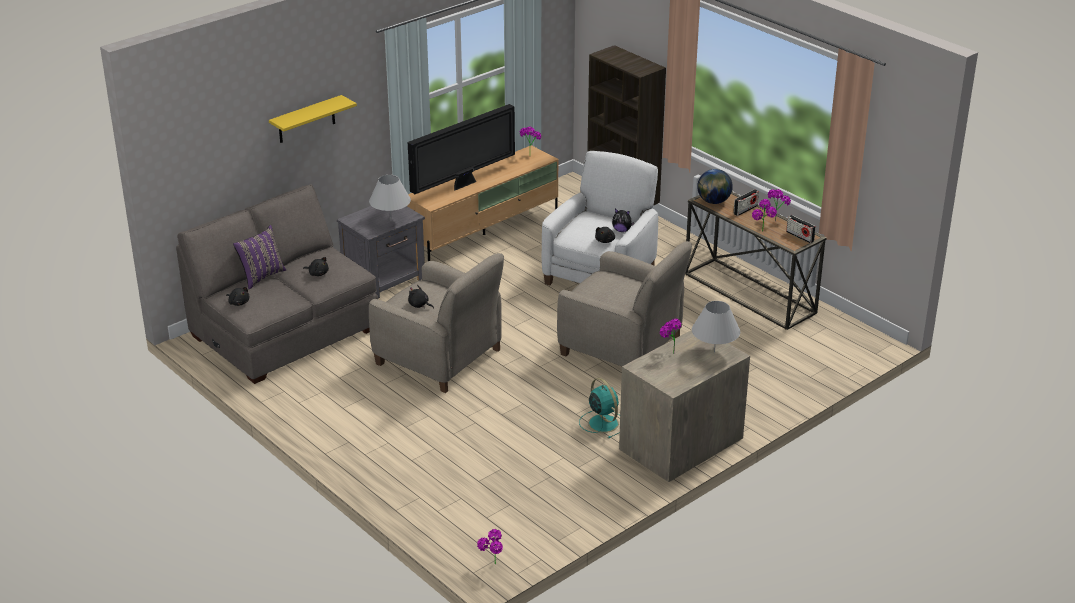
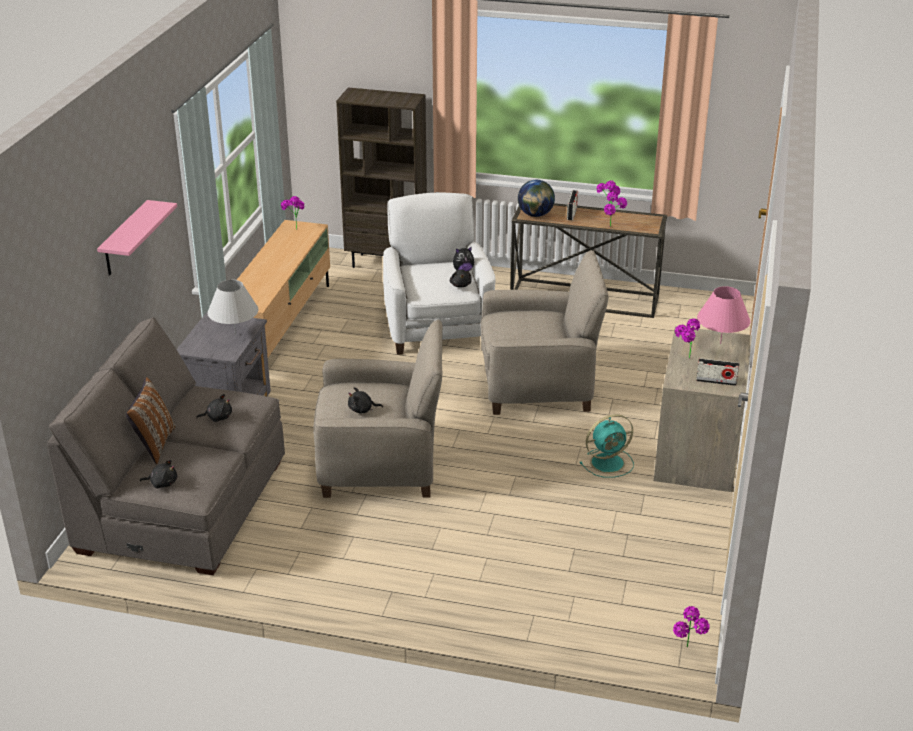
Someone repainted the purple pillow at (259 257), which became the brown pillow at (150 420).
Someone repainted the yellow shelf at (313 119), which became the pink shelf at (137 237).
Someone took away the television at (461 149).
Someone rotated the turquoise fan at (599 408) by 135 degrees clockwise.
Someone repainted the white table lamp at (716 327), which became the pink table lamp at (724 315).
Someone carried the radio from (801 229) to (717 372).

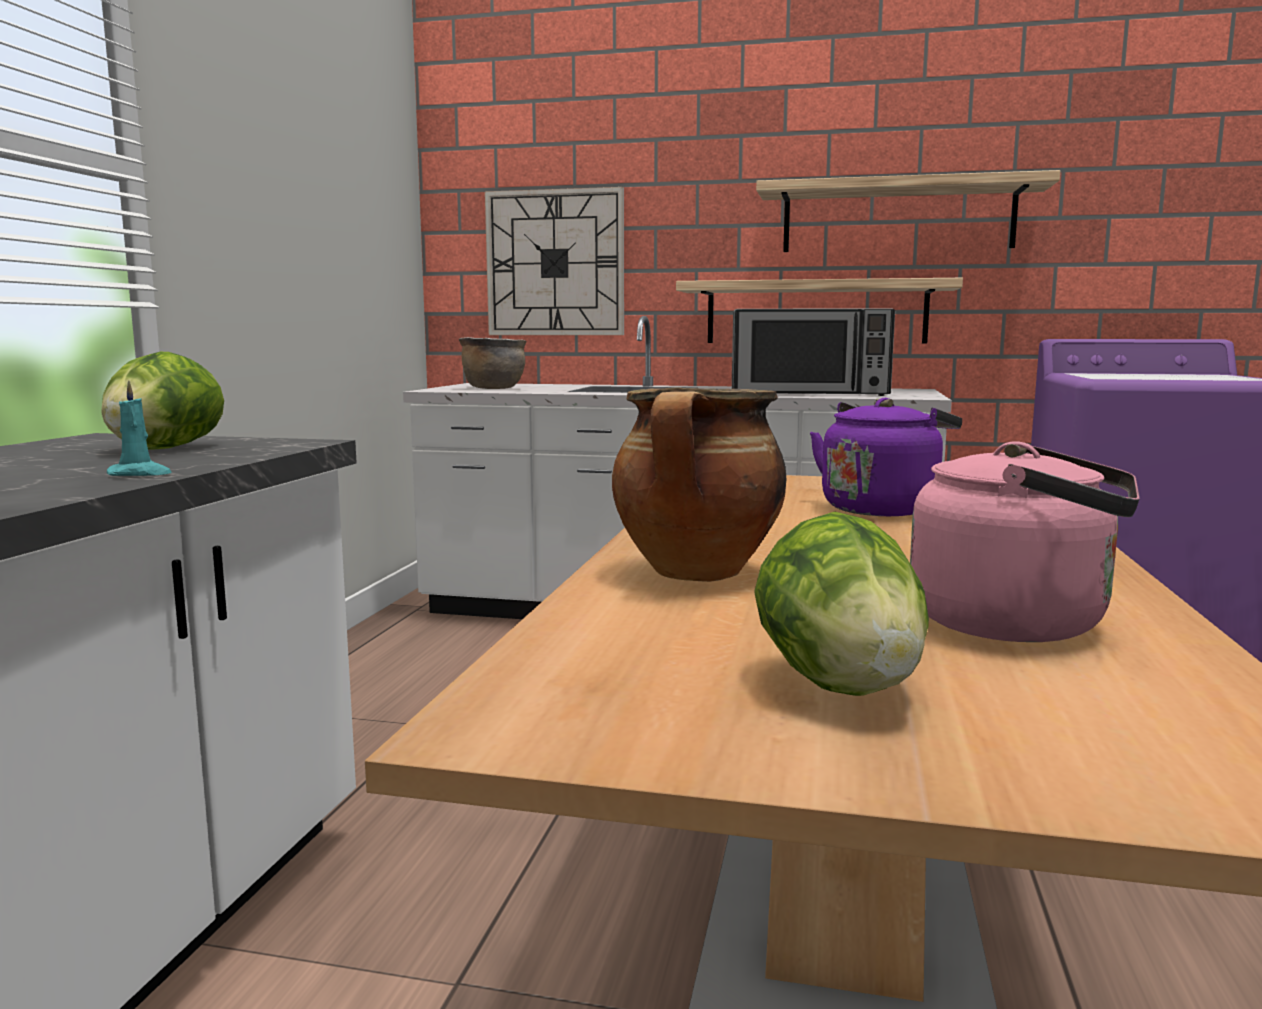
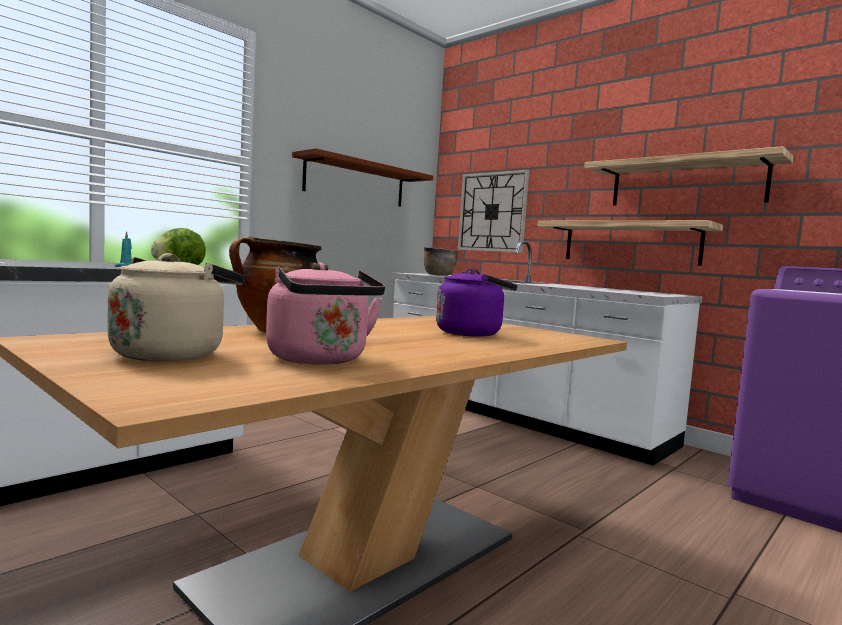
Someone took away the microwave at (813 352).
Someone swapped the lettuce at (841 604) for the beige kettle at (175 307).
Someone put up the brown shelf at (362 177).

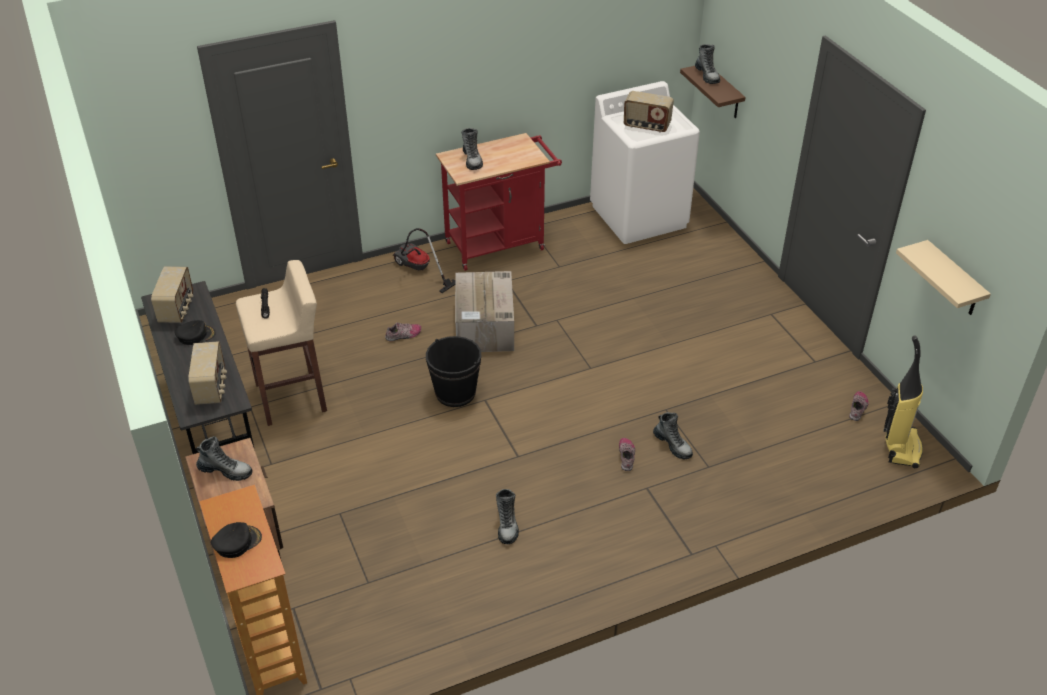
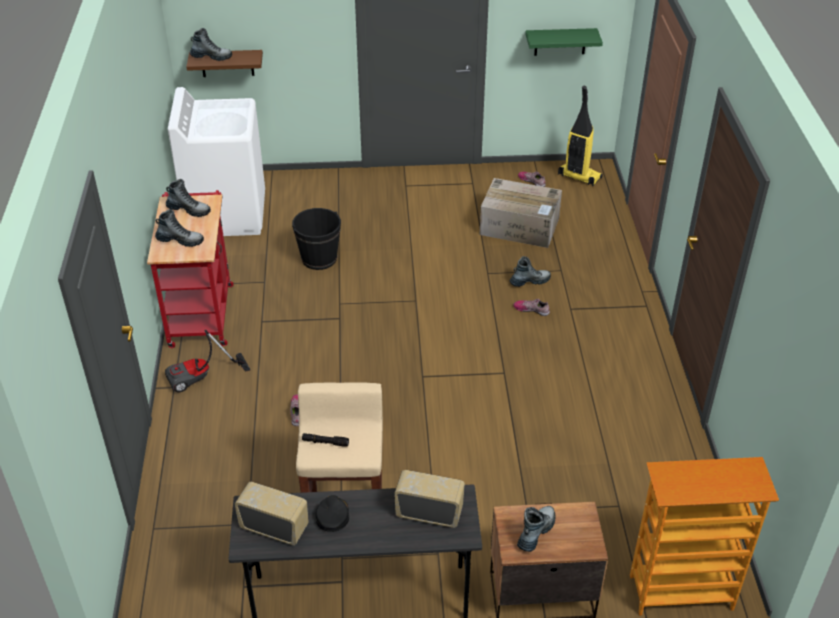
Someone took away the black cap at (236 540).
Someone carried the black bucket from (453 371) to (316 239).
Someone carried the cardboard box from (484 311) to (521 213).
Someone carried the boot from (507 516) to (188 198).
Someone took away the radio at (649 112).
Someone repainted the beige shelf at (943 277), which became the green shelf at (564 42).

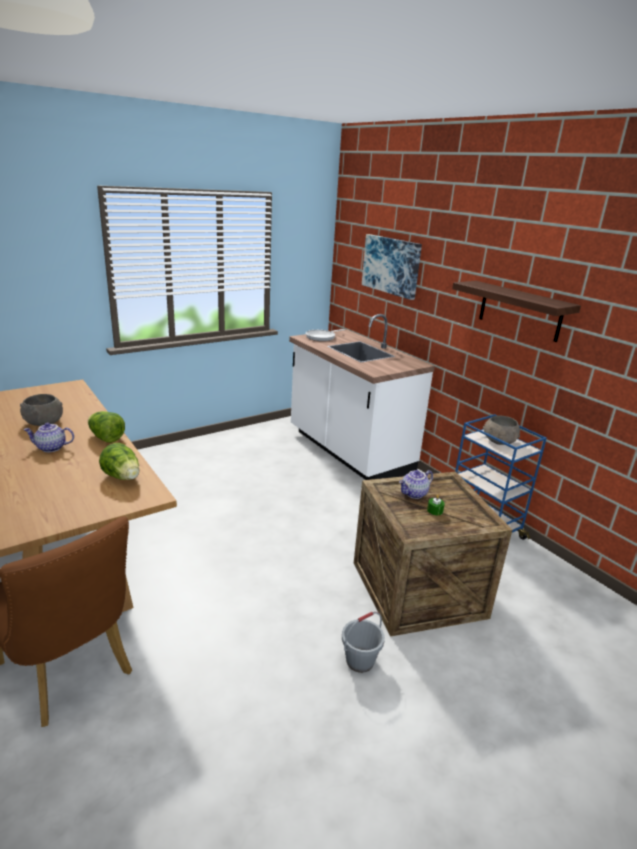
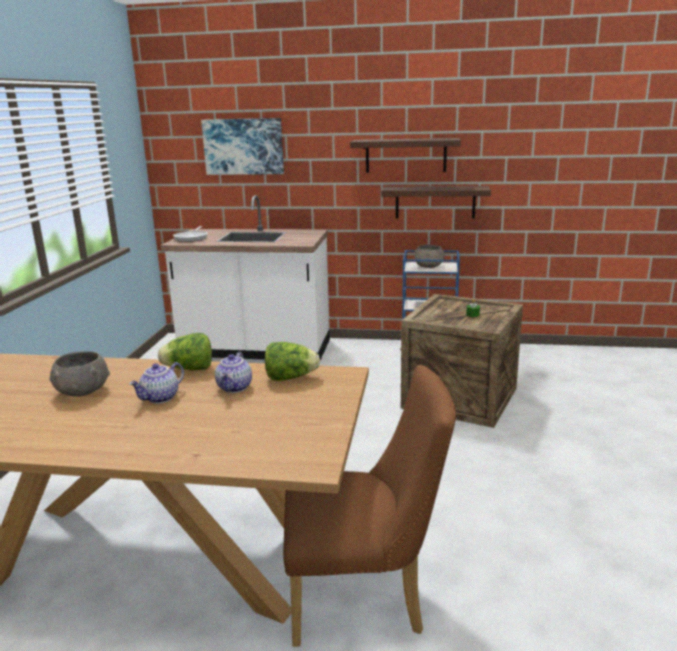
Someone took away the grey bucket at (363 642).
Someone carried the teapot from (416 484) to (233 372).
Someone put up the shelf at (436 202).

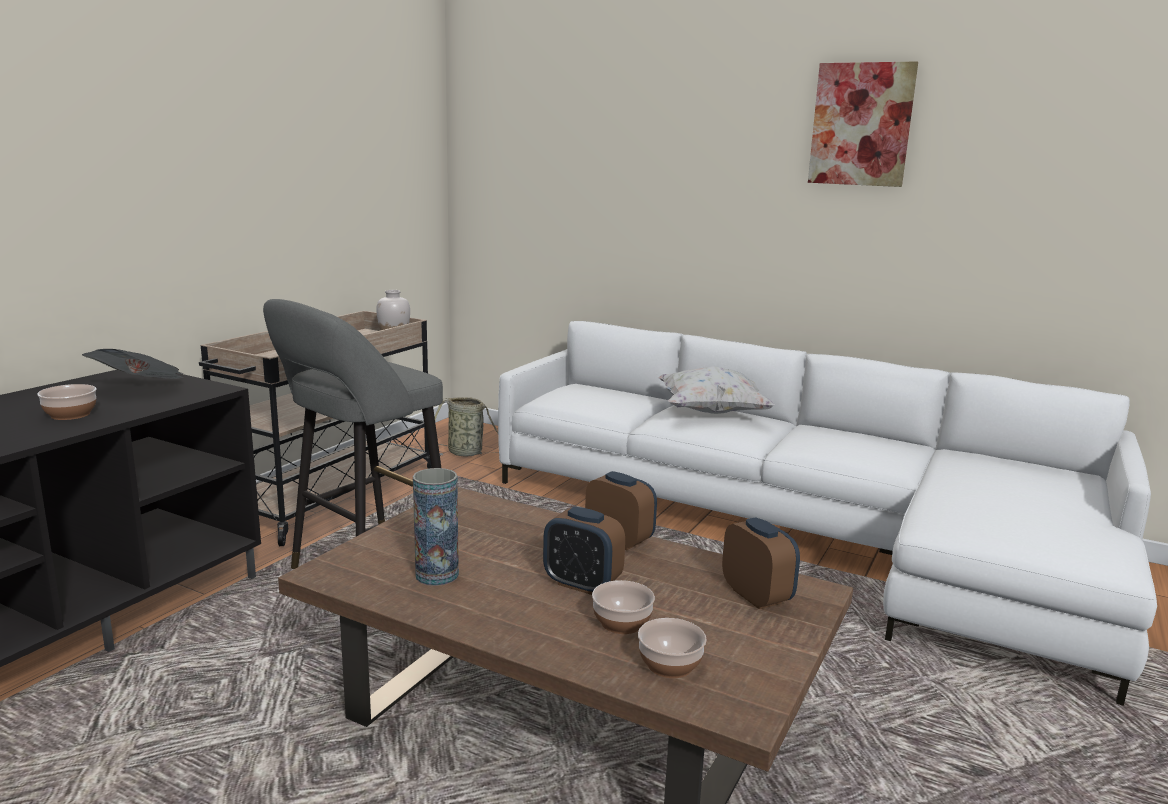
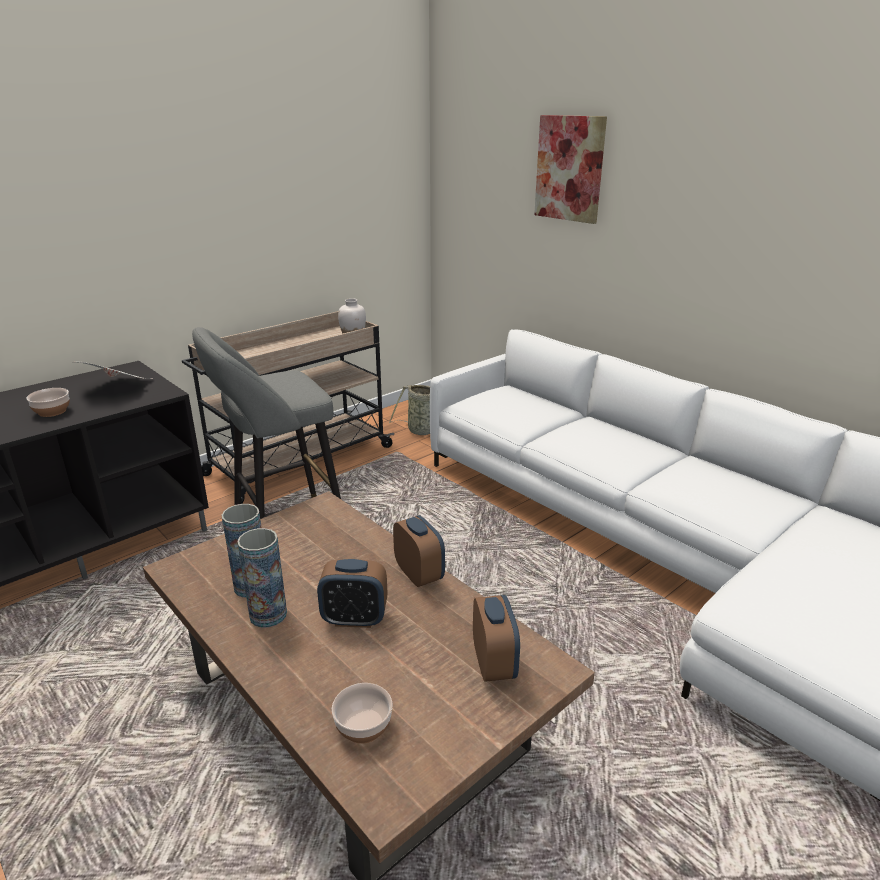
Someone rotated the alarm clock at (584 551) by 45 degrees counterclockwise.
Someone took away the bowl at (623 607).
Someone took away the white pillow at (716 390).
Someone carried the picture from (863 124) to (570 169).
Someone put down the vase at (262 578).

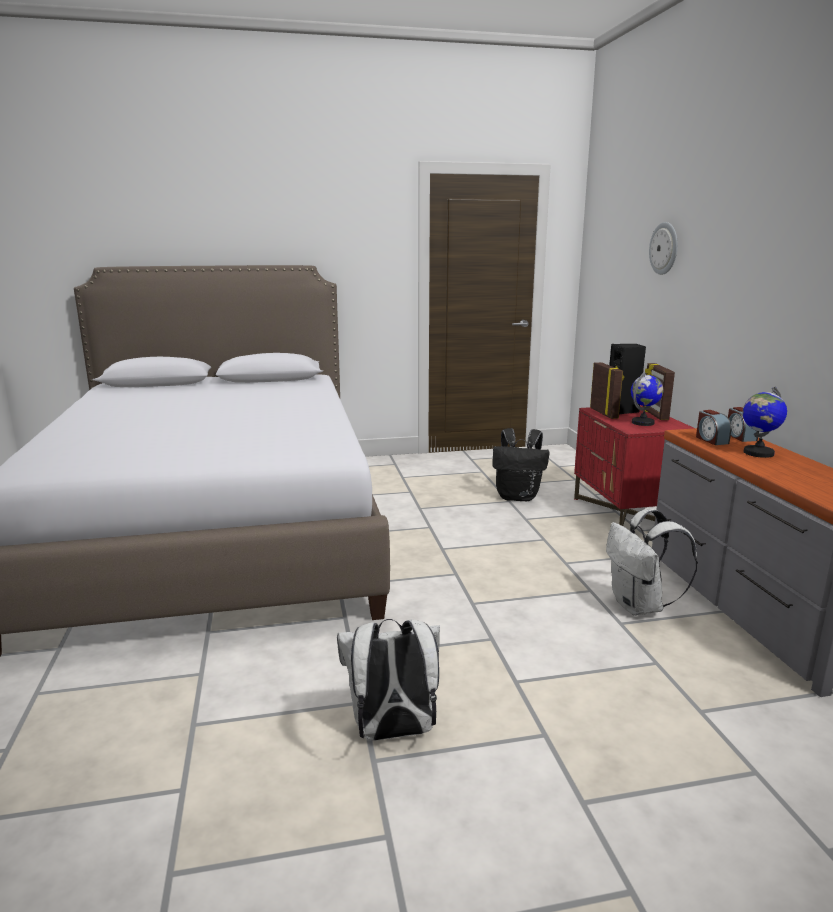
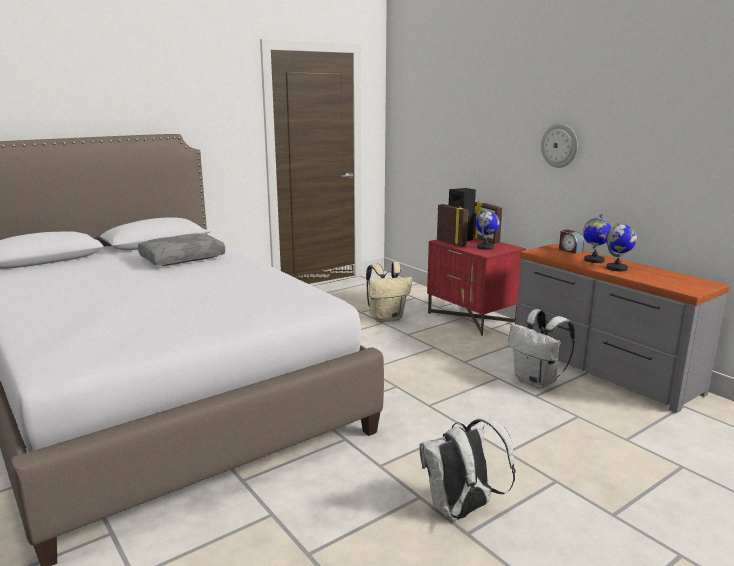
Someone repainted the black backpack at (520 464), which became the beige backpack at (389 292).
Someone carried the wall clock from (663 248) to (559 146).
Someone took away the alarm clock at (714 427).
Someone put down the grey pillow at (181 249).
Someone put down the globe at (621 246).

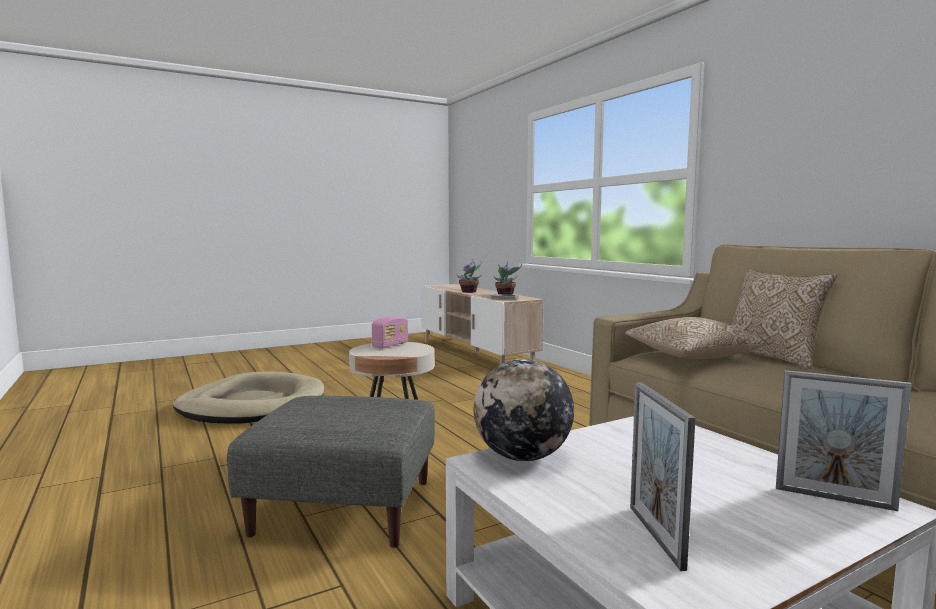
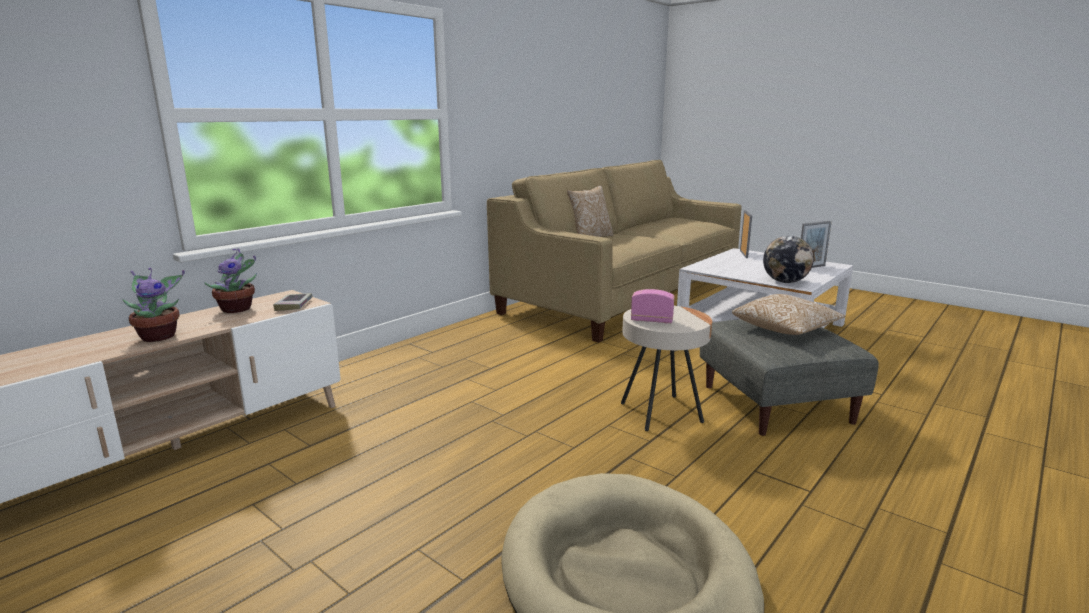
Someone carried the pillow from (695 338) to (788 314).

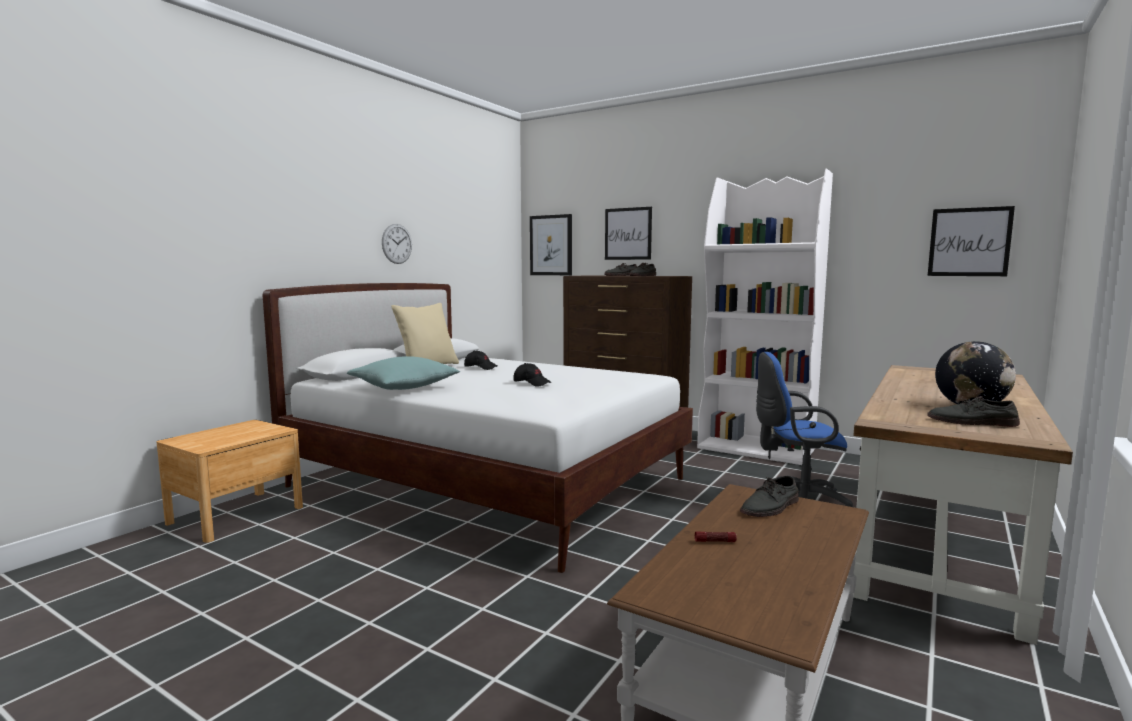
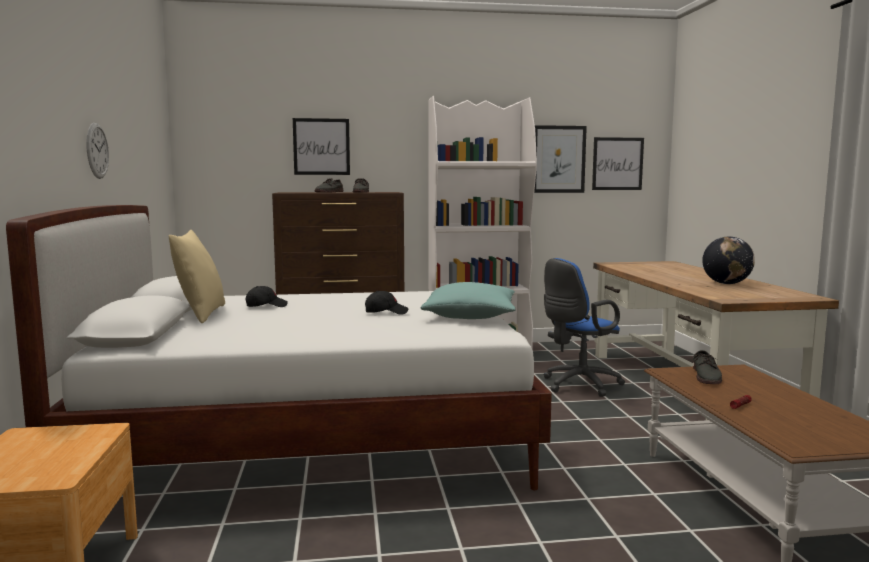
Someone carried the turquoise pillow from (403 373) to (468 300).
Someone carried the picture from (551 244) to (560 159).
Someone took away the grey shoe at (973 411).

